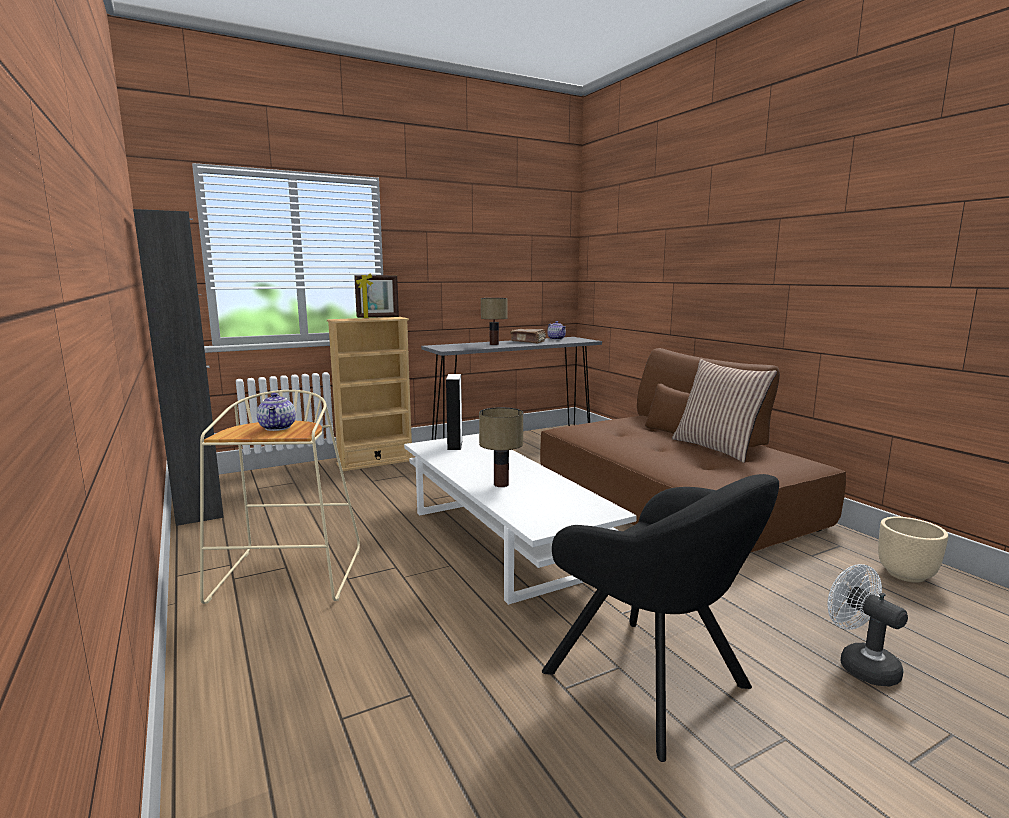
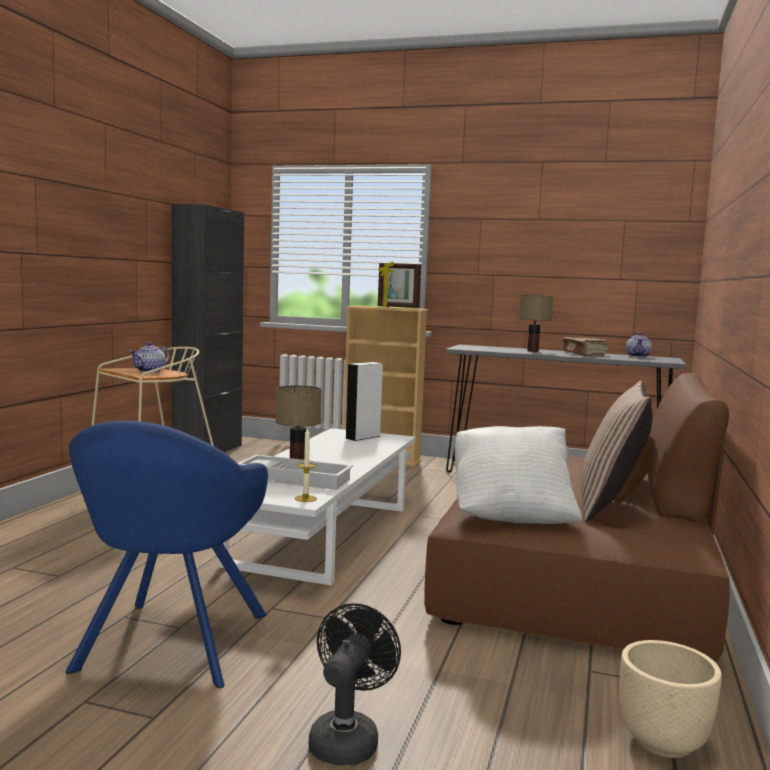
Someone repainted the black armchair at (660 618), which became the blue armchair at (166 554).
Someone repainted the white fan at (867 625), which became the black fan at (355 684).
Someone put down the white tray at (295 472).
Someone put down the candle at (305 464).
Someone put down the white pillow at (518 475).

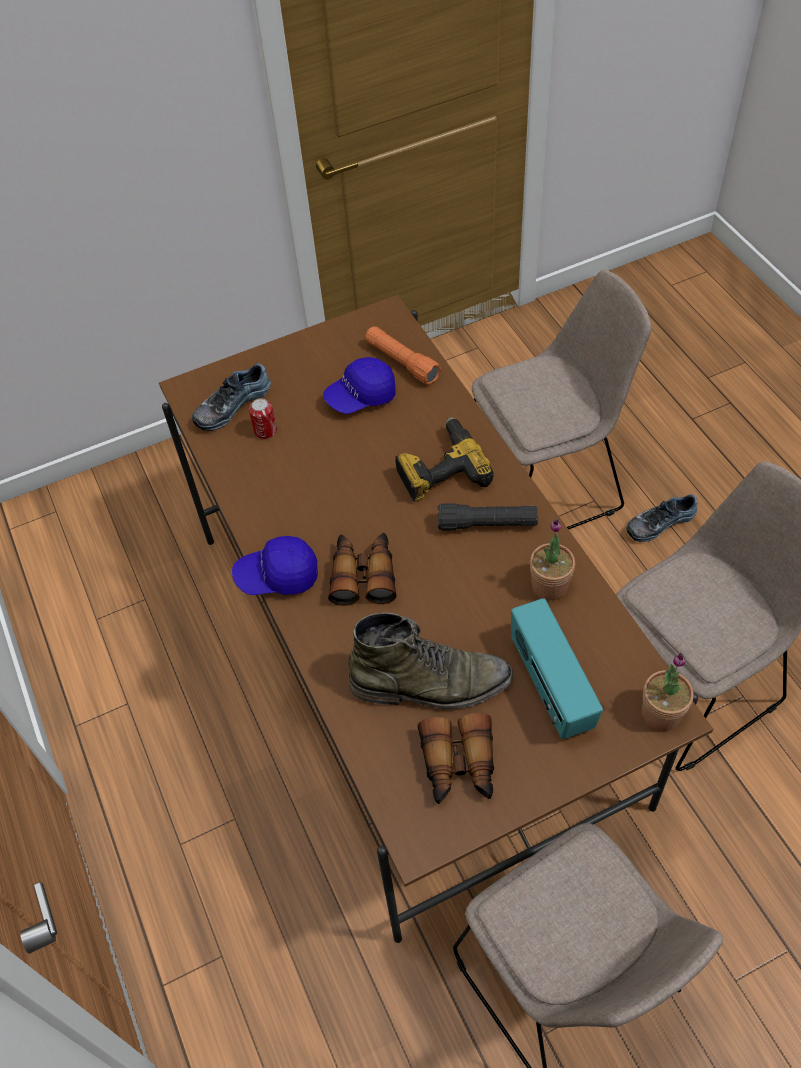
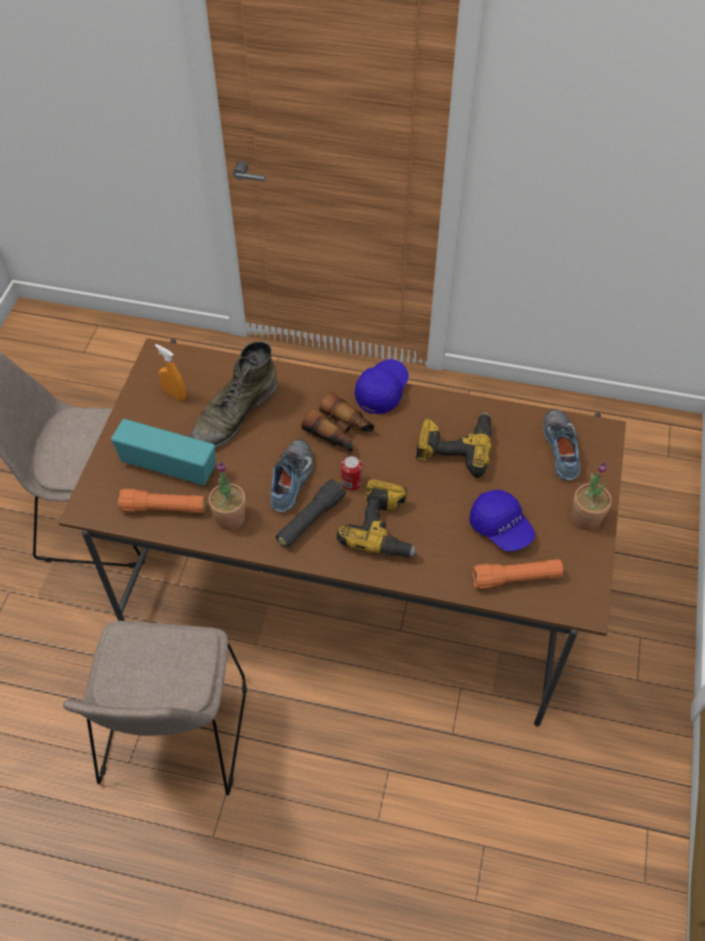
Someone carried the can from (263 418) to (351 473).
Someone rotated the blue cap at (359 385) by 135 degrees clockwise.
Someone swapped the binoculars at (456 758) for the orange spray bottle at (170 372).
Someone took away the beige chair at (562 399).
Someone carried the shoe from (662 518) to (292 476).
Someone carried the potted plant from (667 692) to (592 496).
Someone put down the orange flashlight at (162 501).
Someone put down the power drill at (454 445).

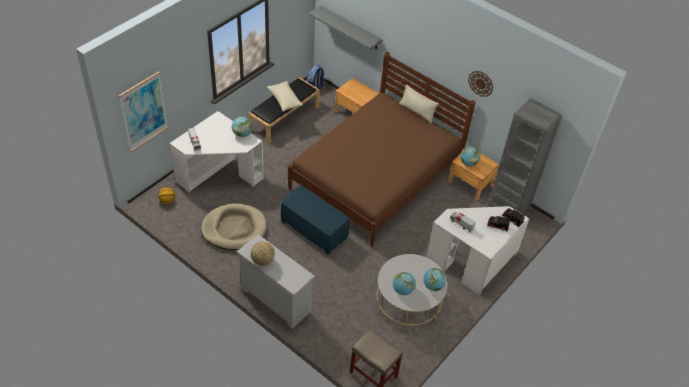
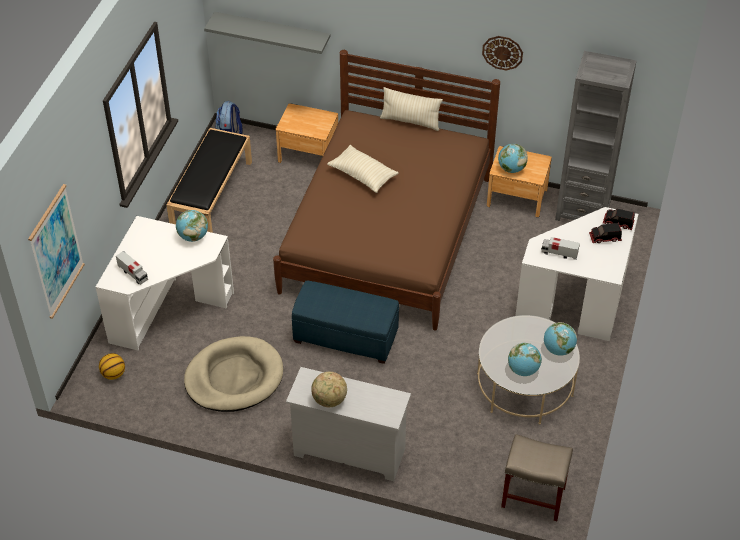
Someone carried the beige pillow from (285 96) to (363 169).

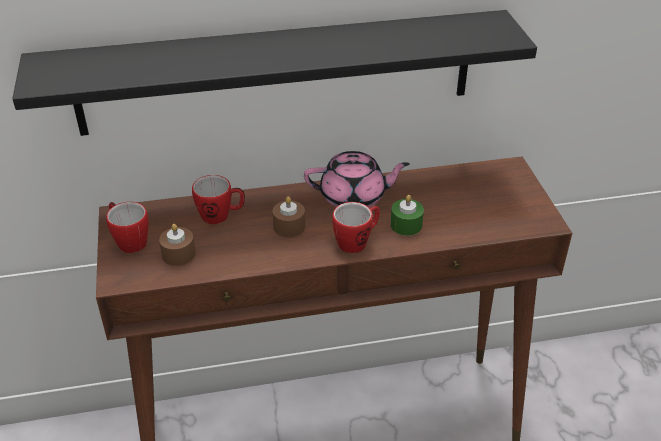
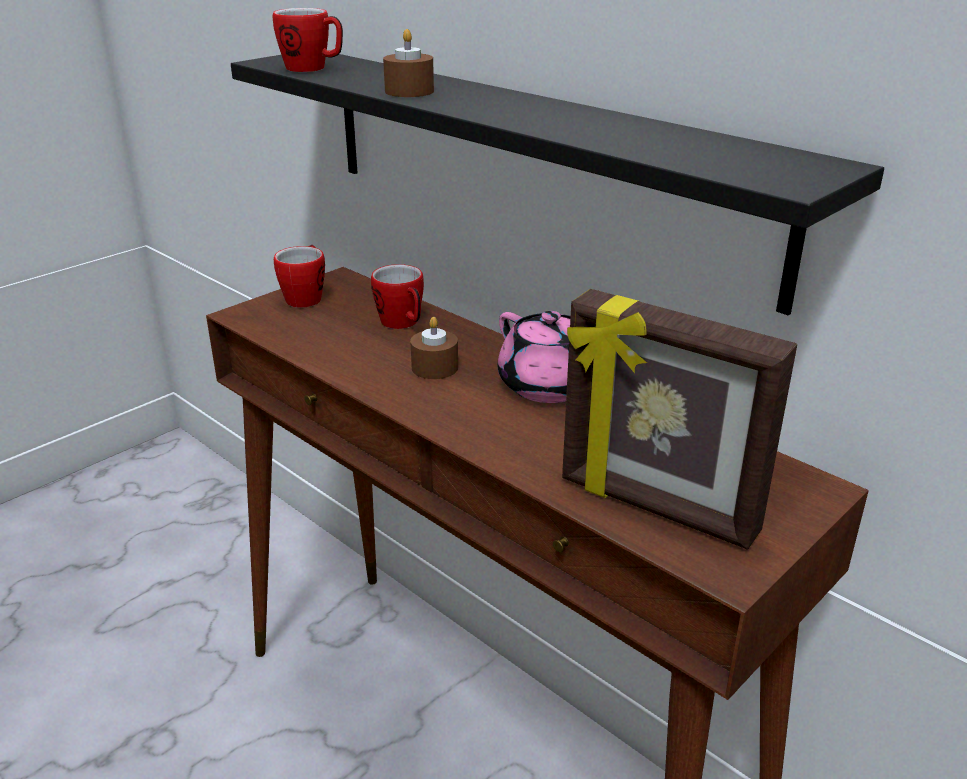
Someone carried the brown candle from (177 245) to (408 63).
Someone carried the mug from (356 227) to (308 40).
Someone took away the green candle at (407 215).
Someone put down the picture frame at (679 419).

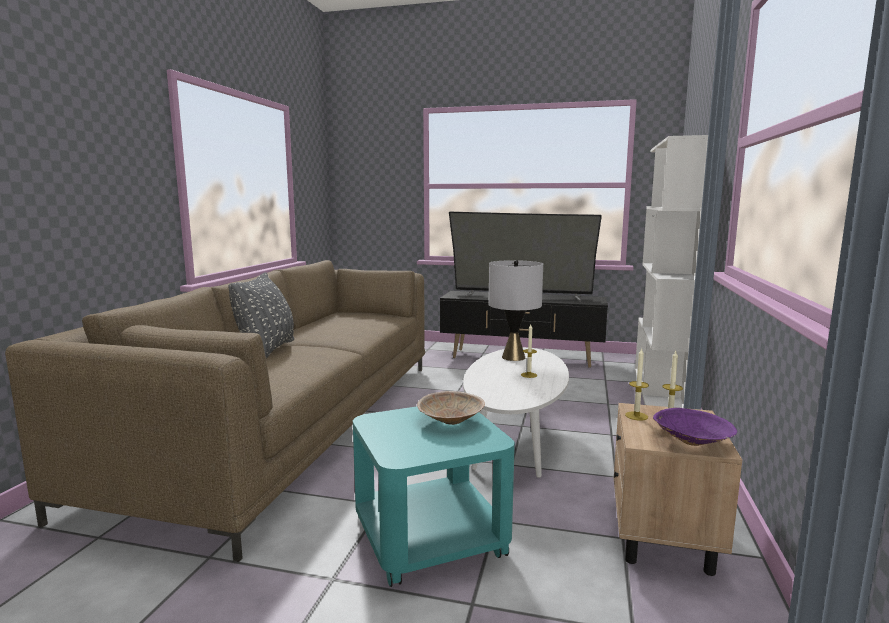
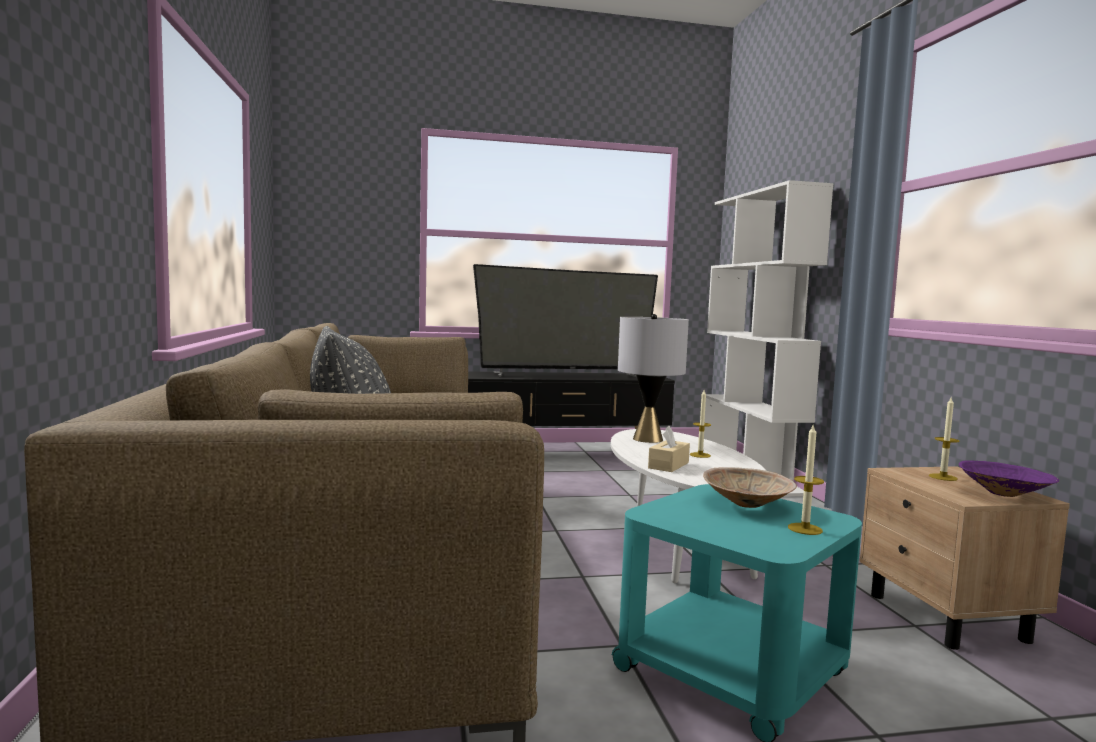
Someone carried the candle from (637 384) to (806 479).
Someone put down the beige tissue box at (669 449).

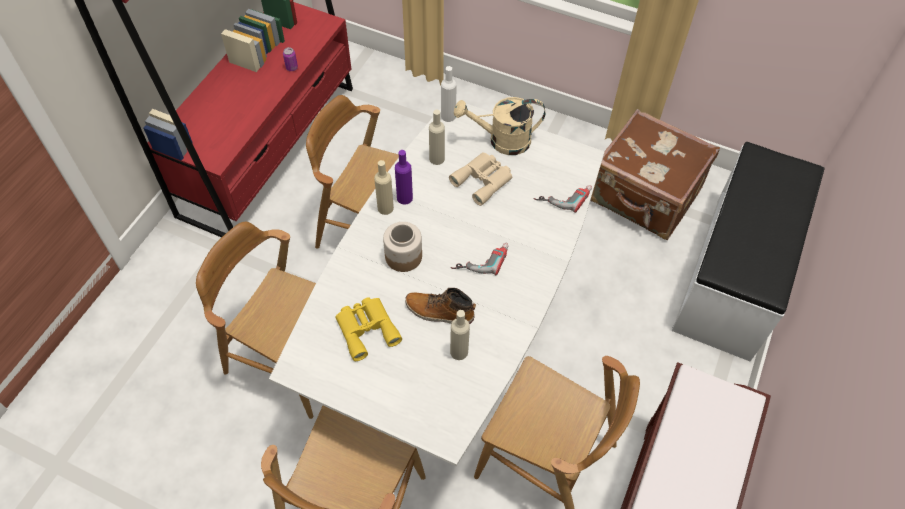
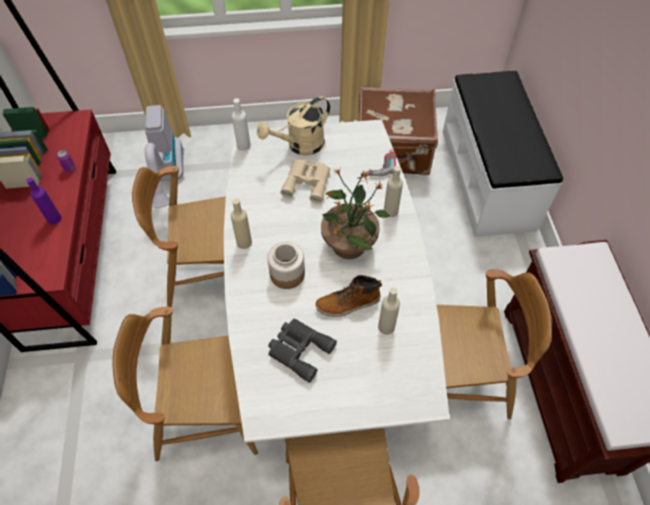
Someone repainted the yellow binoculars at (368 329), which became the grey binoculars at (302 350).
Someone carried the purple bottle from (404 177) to (43 201).
Someone carried the beige bottle from (437 137) to (393 191).
Someone swapped the power drill at (479 259) for the potted plant at (355 213).
Someone put down the vacuum cleaner at (164 156).

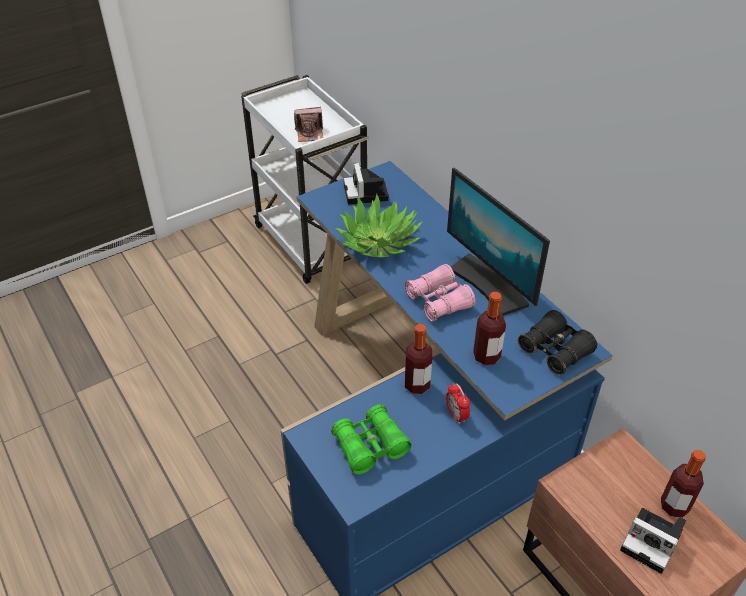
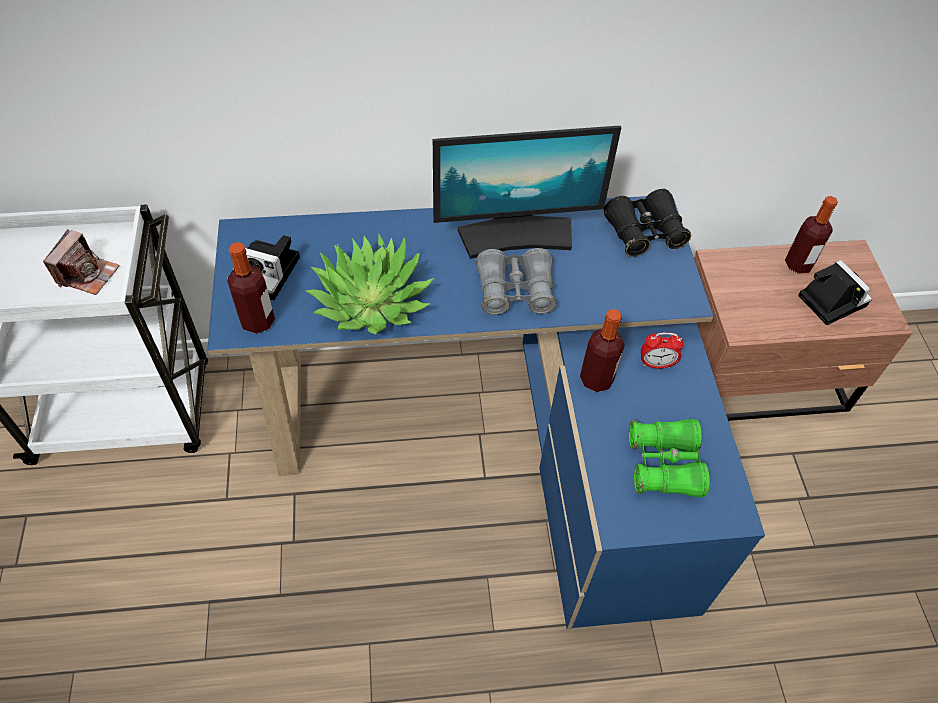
Someone repainted the pink binoculars at (440 293), which became the grey binoculars at (516 281).
Someone carried the bottle from (489 328) to (251 288).
Someone rotated the photo camera at (653 541) by 90 degrees counterclockwise.

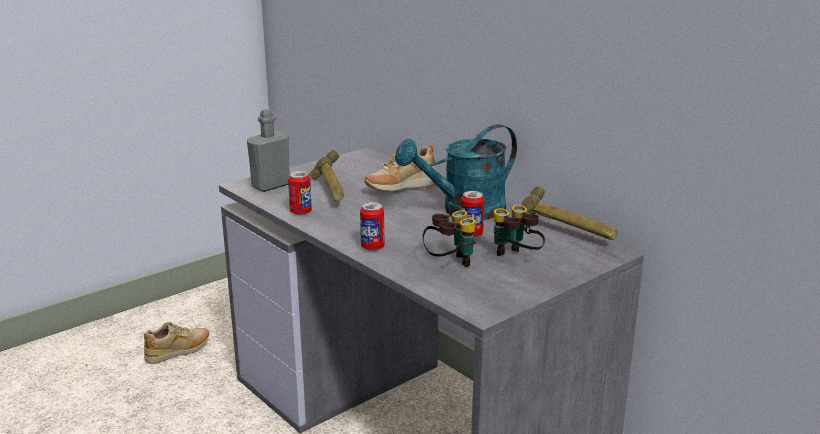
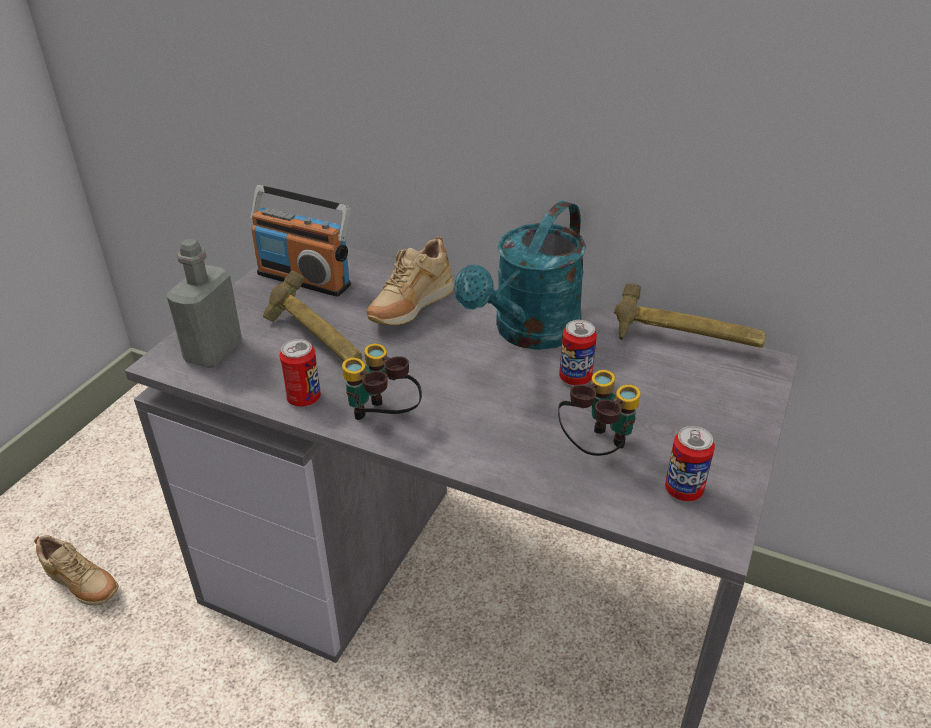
Someone rotated the beige shoe at (176 343) by 90 degrees clockwise.
Someone carried the can from (372 226) to (690 464).
Someone carried the binoculars from (519 230) to (382 382).
Someone put down the radio at (300 241).

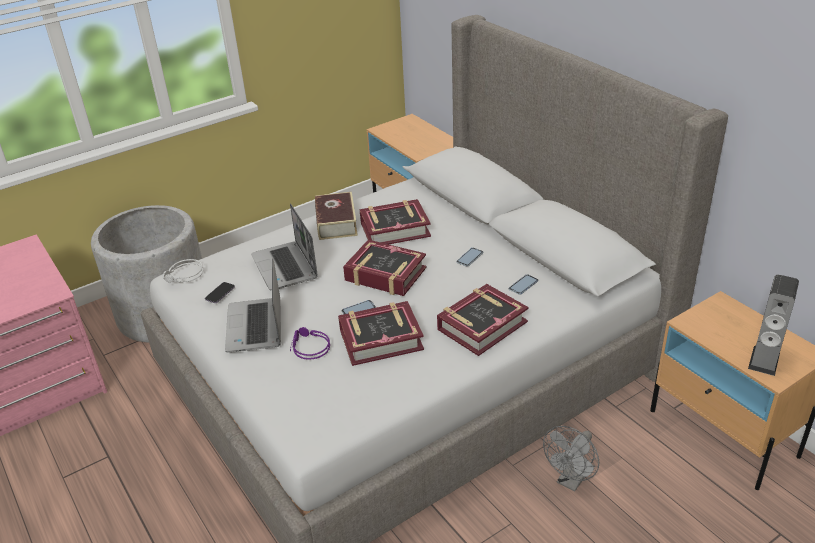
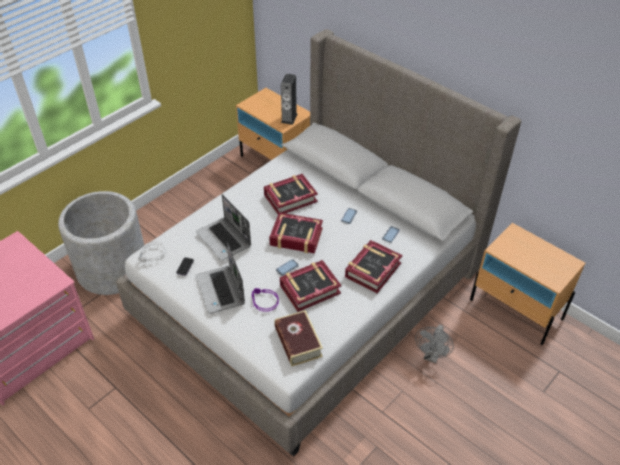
Someone carried the book from (336 216) to (298 338).
Someone carried the speaker from (773 325) to (289 99).

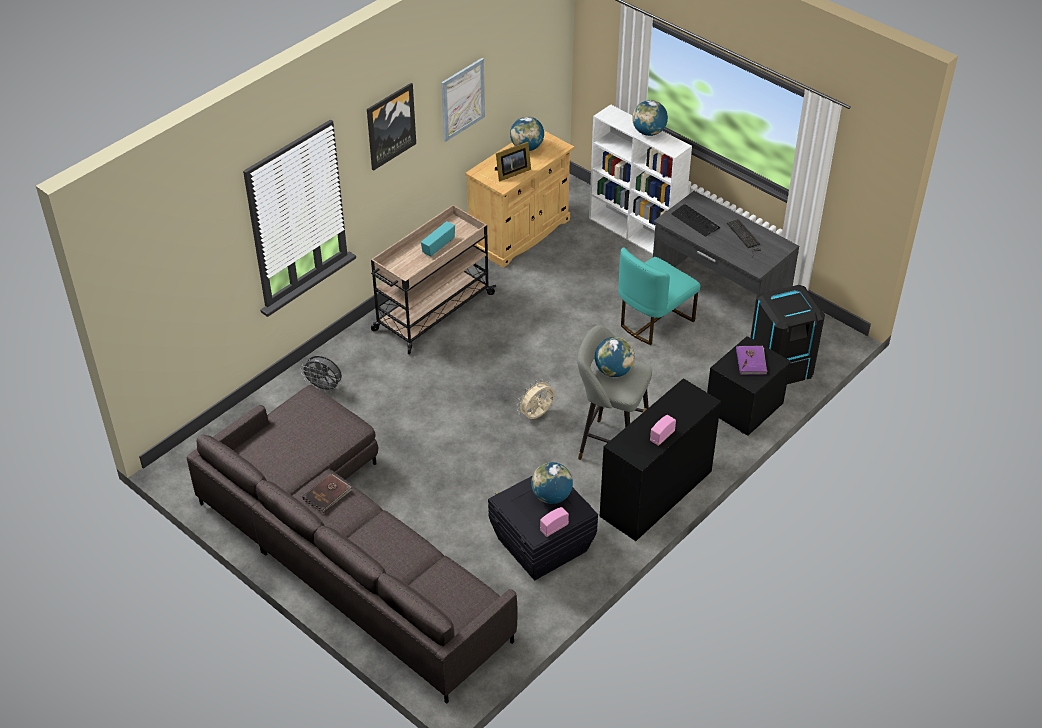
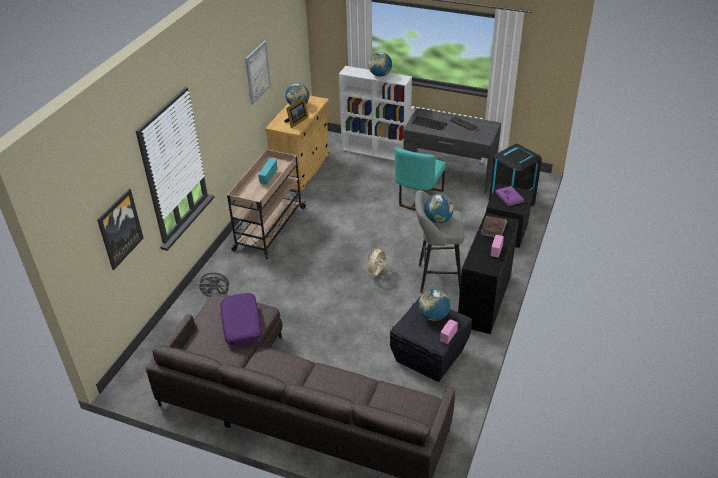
Someone carried the brown book from (327 493) to (494 227).
Someone carried the picture from (391 127) to (120 229).
Someone put down the purple pillow at (241 319).

